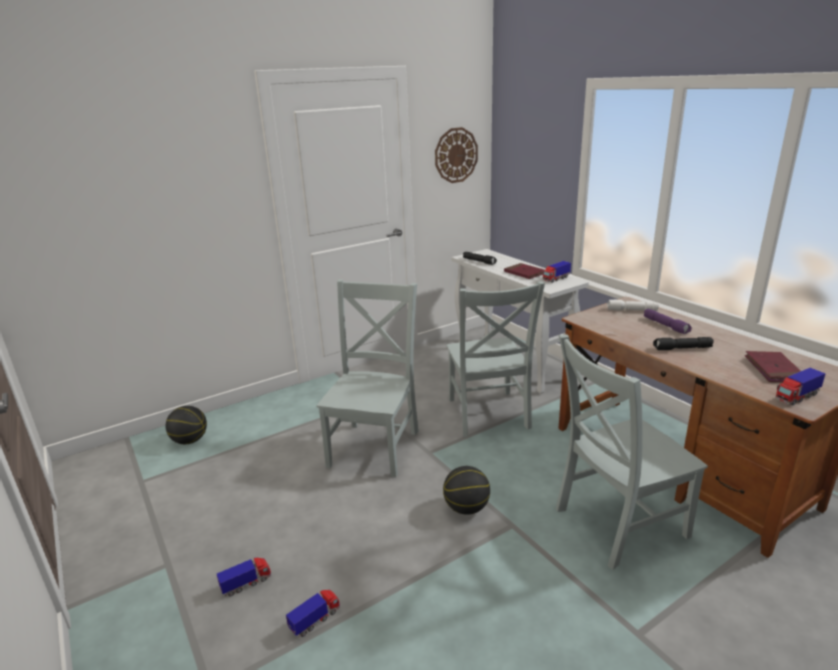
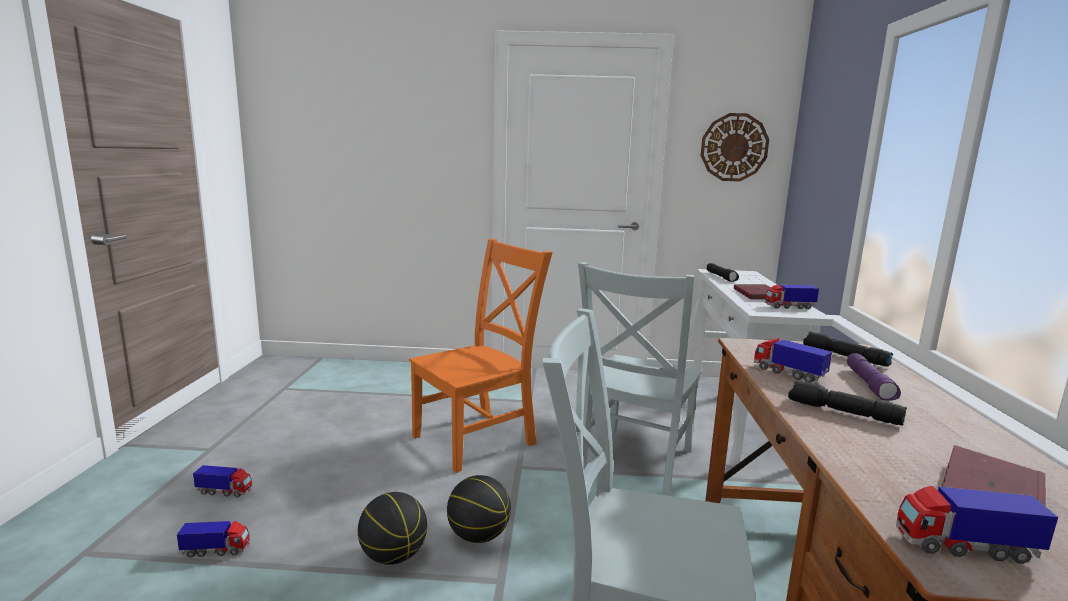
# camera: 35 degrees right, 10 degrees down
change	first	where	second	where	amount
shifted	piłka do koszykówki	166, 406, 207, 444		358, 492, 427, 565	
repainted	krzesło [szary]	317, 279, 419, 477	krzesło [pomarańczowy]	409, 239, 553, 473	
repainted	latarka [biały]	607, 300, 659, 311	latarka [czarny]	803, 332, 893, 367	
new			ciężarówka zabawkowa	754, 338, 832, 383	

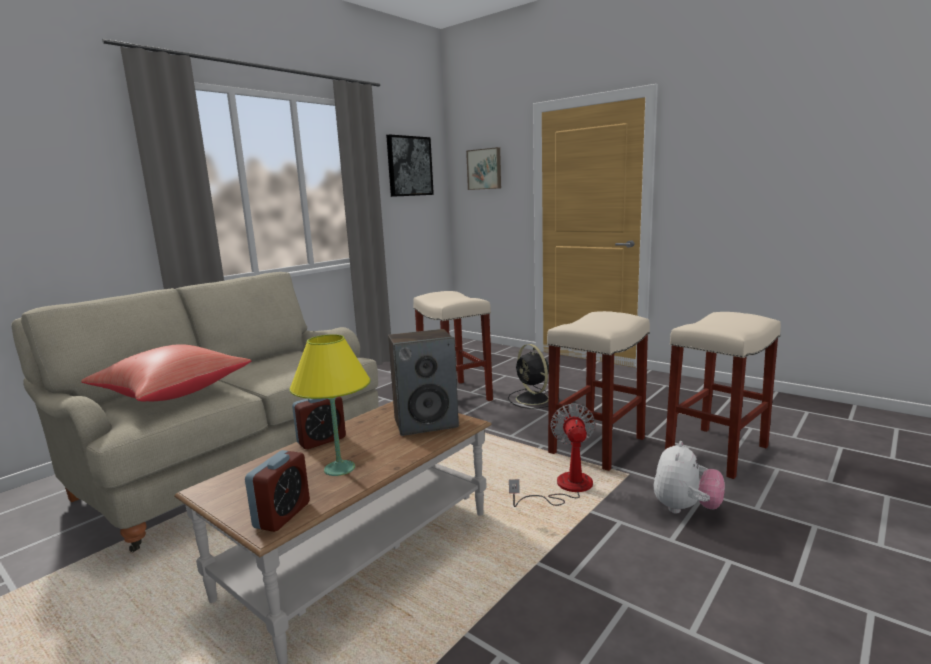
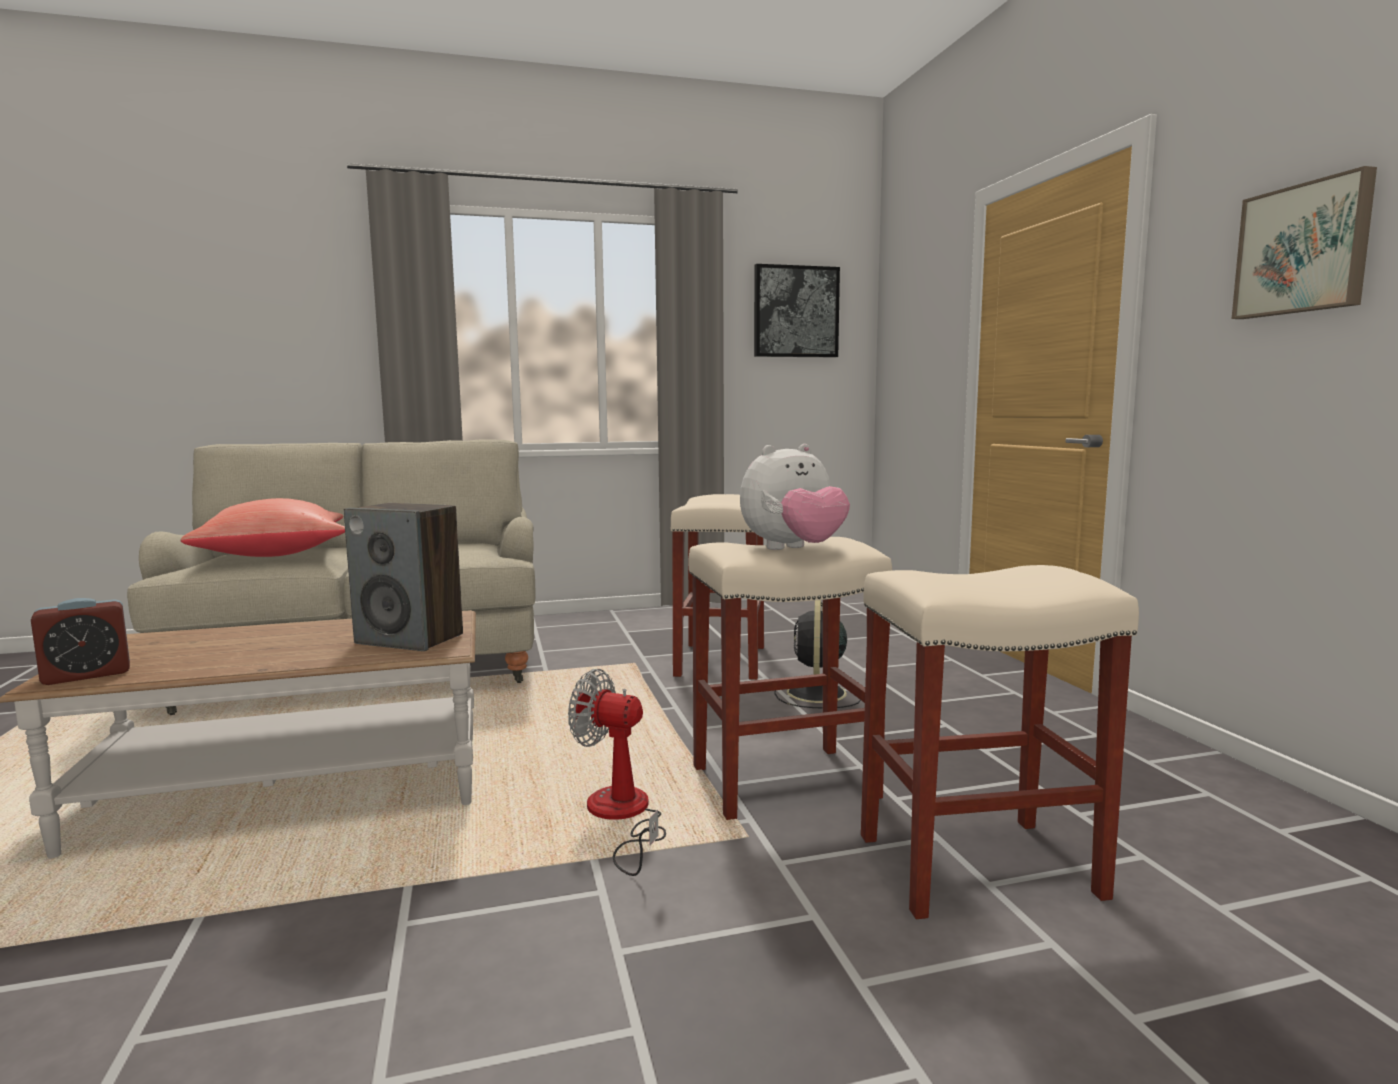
# camera: 35 degrees right, 5 degrees down
change	first	where	second	where	amount
gone	lampa stołowa [żółty]	289, 334, 370, 476			
gone	budzik	292, 396, 346, 449			
shifted	obraz	466, 147, 501, 190		1232, 166, 1377, 319	
rotated	wentylator	509, 403, 595, 507		568, 669, 666, 876	105 degrees counterclockwise
shifted	pluszak	654, 441, 725, 514		740, 444, 850, 550	

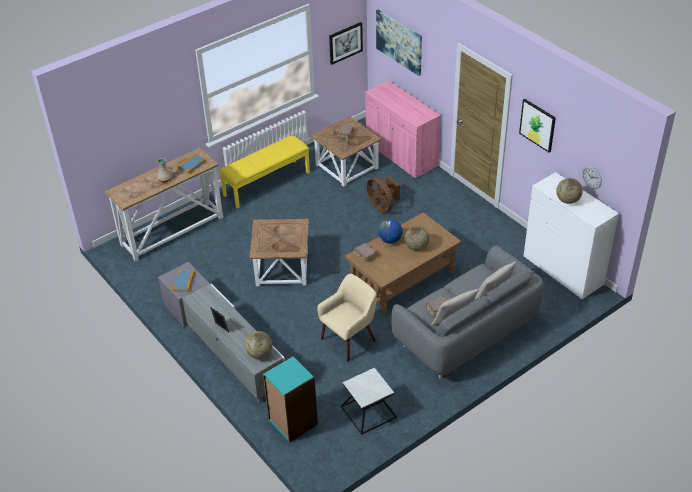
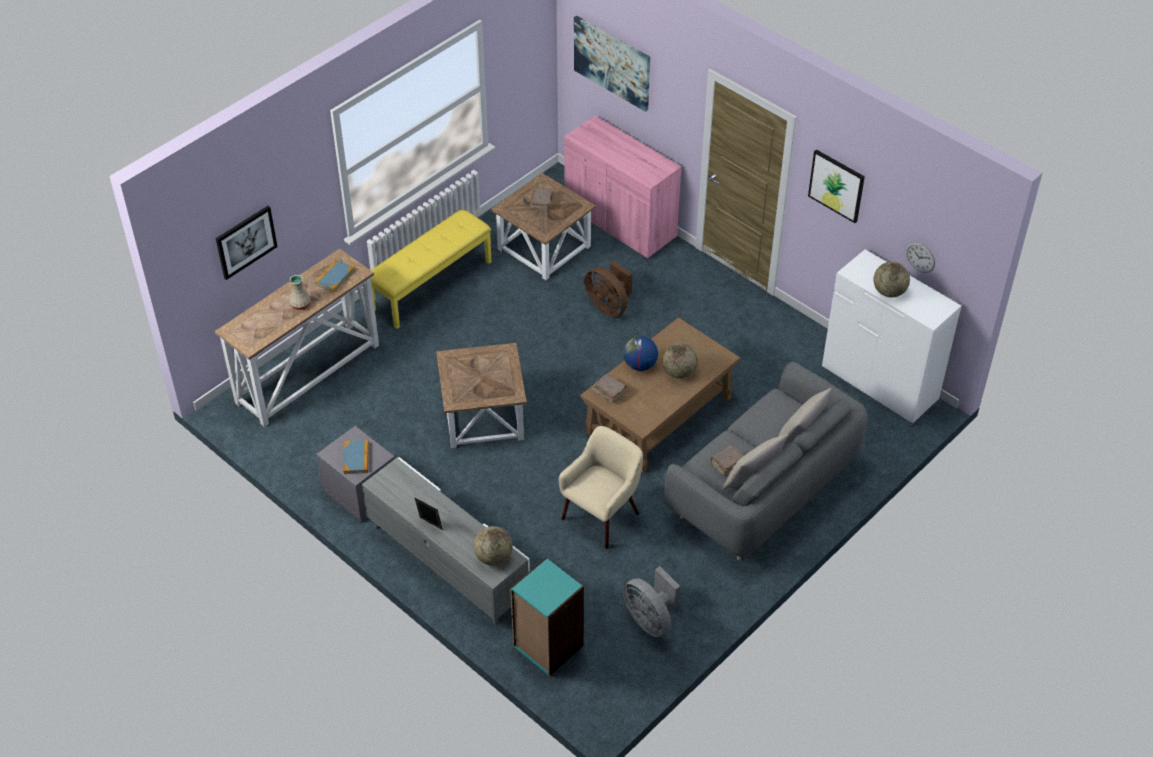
# camera: 10 degrees left, 5 degrees up
change	first	where	second	where	amount
shifted	obraz	329, 22, 363, 65		216, 206, 277, 280	
swapped	stolik	341, 368, 397, 435	wentylator [szary]	623, 566, 680, 637	

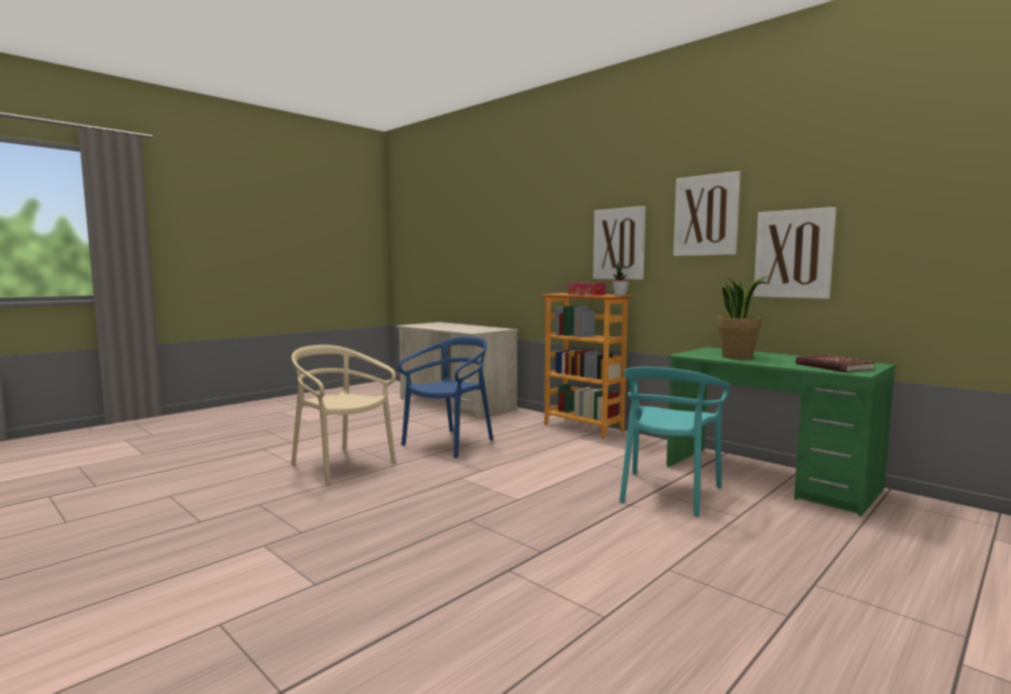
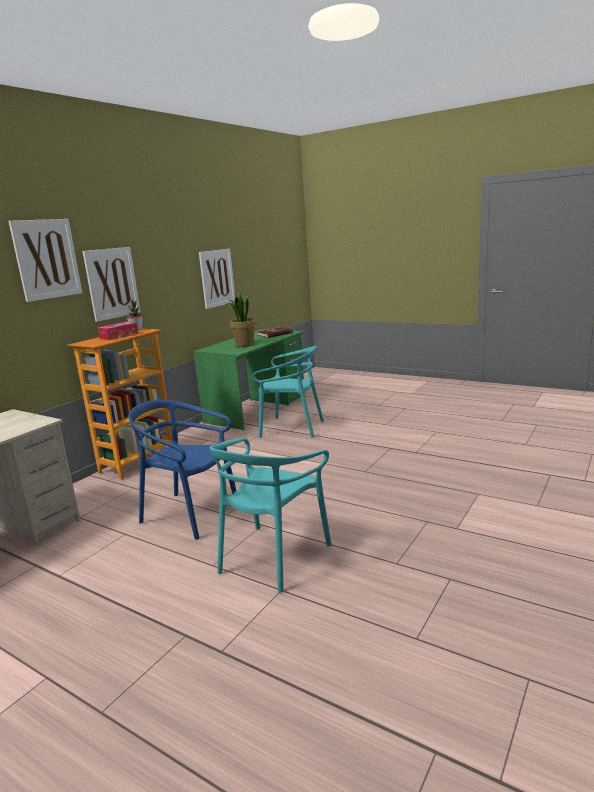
# camera: 100 degrees left, 10 degrees up
change	first	where	second	where	amount
repainted	krzesło [beżowy]	291, 345, 396, 484	krzesło [turkusowy]	210, 438, 332, 592	
shifted	obraz	673, 171, 741, 256		9, 219, 82, 302	

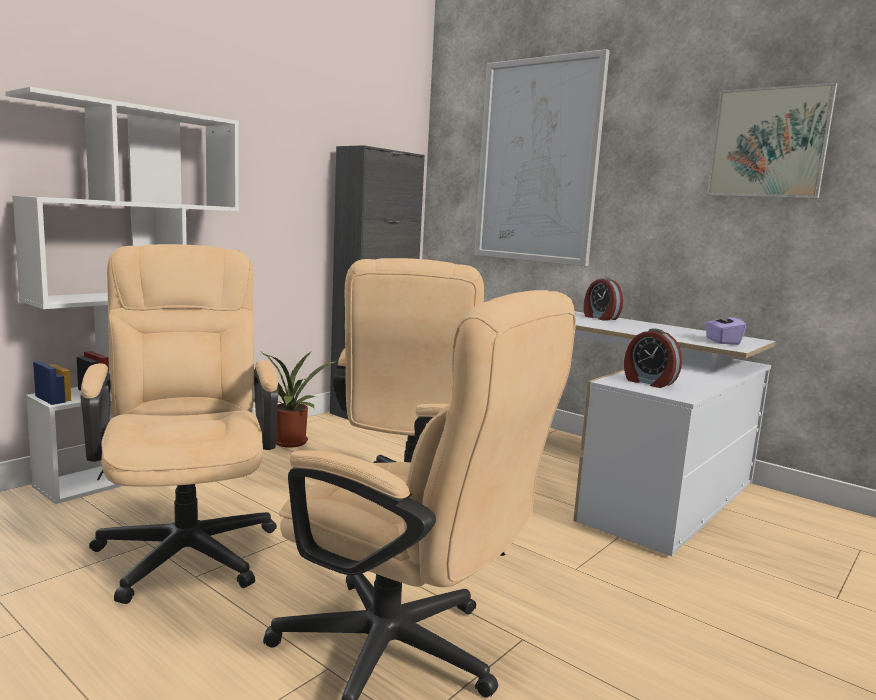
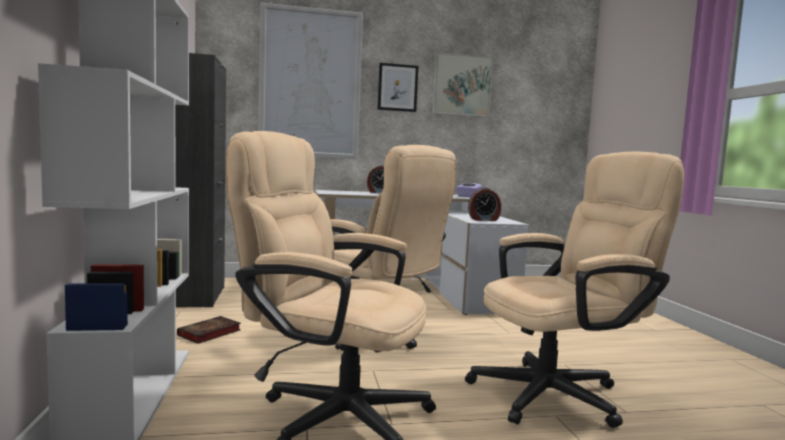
# camera: 50 degrees left, 5 degrees down
change	first	where	second	where	amount
swapped	roślina doniczkowa	253, 351, 338, 448	książka	177, 316, 241, 344	
new			obraz	378, 63, 419, 112	

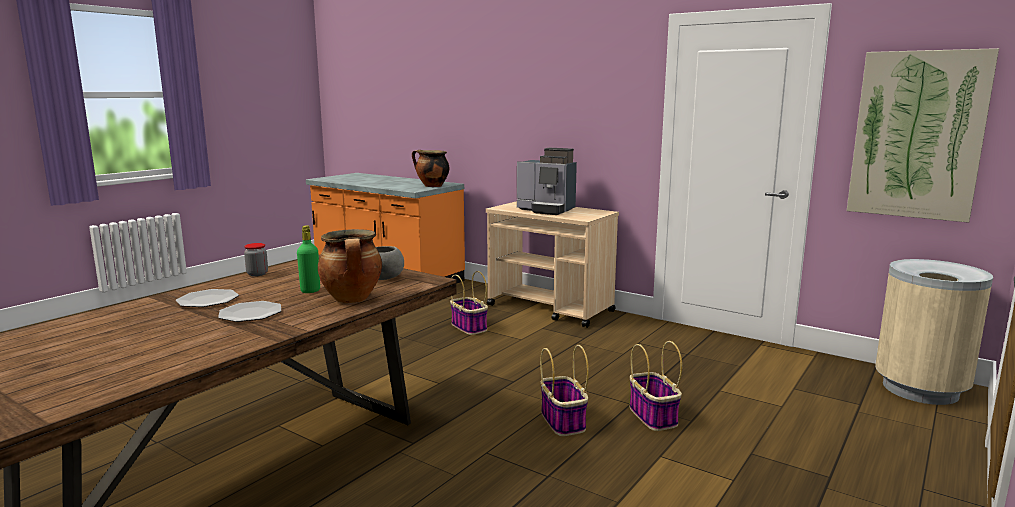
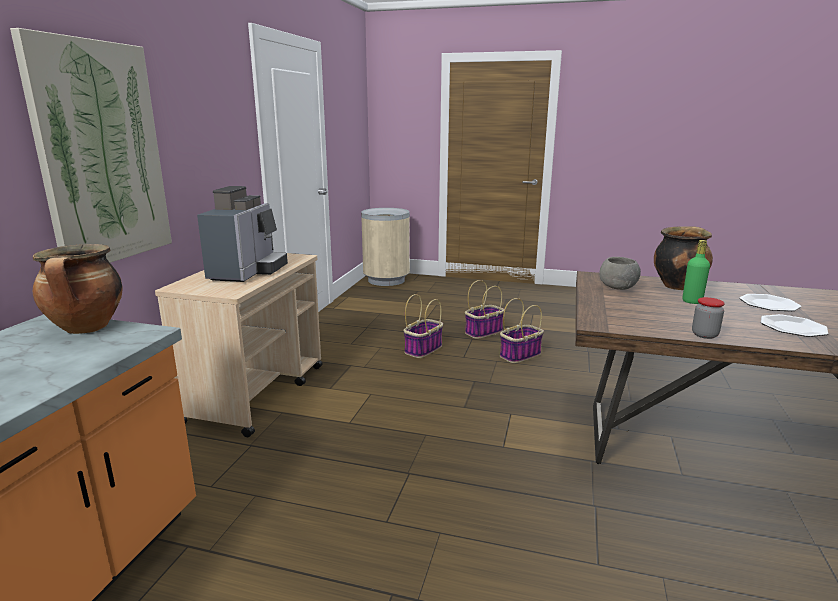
# camera: 110 degrees left, 5 degrees up
change	first	where	second	where	amount
shifted	koszyk	450, 271, 488, 335		403, 294, 443, 358	
shifted	obraz	847, 48, 999, 223		10, 28, 172, 263	

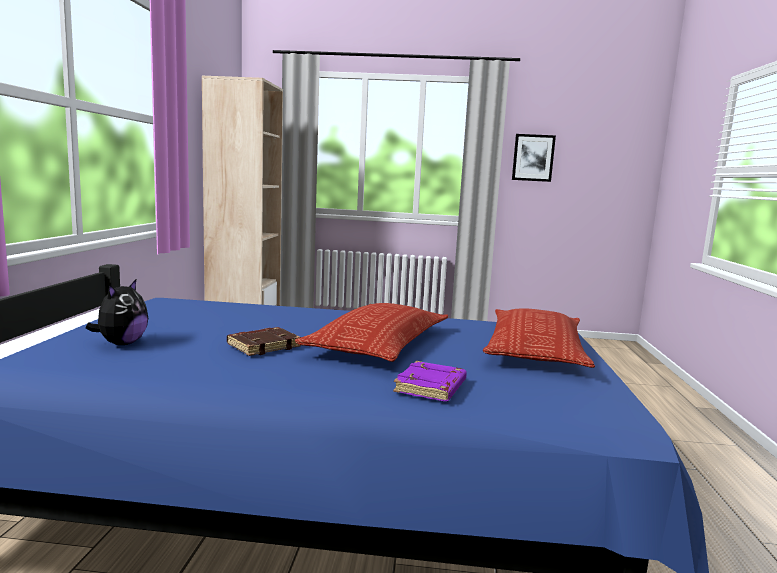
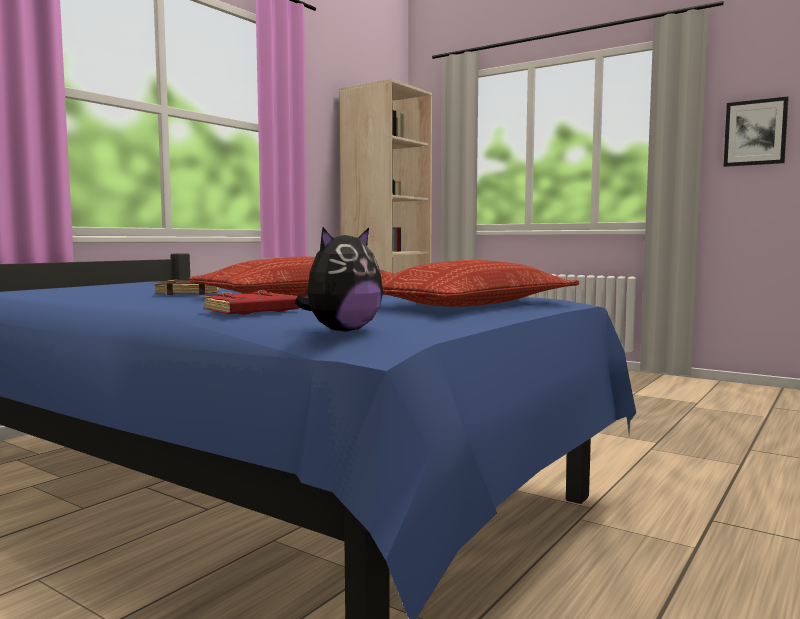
# camera: 30 degrees right, 5 degrees down
change	first	where	second	where	amount
shifted	pluszak	86, 280, 148, 345		295, 227, 383, 332	
repainted	książka [fioletowy]	393, 361, 467, 401	książka [czerwony]	203, 290, 300, 315	

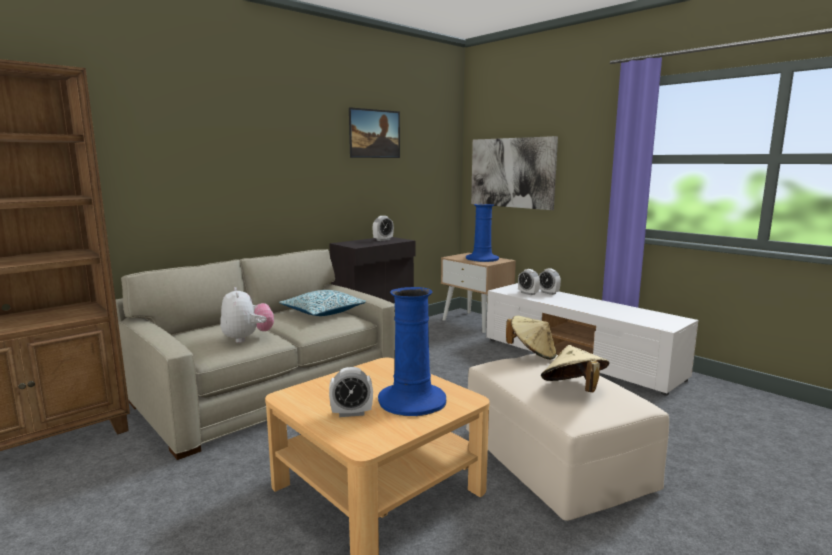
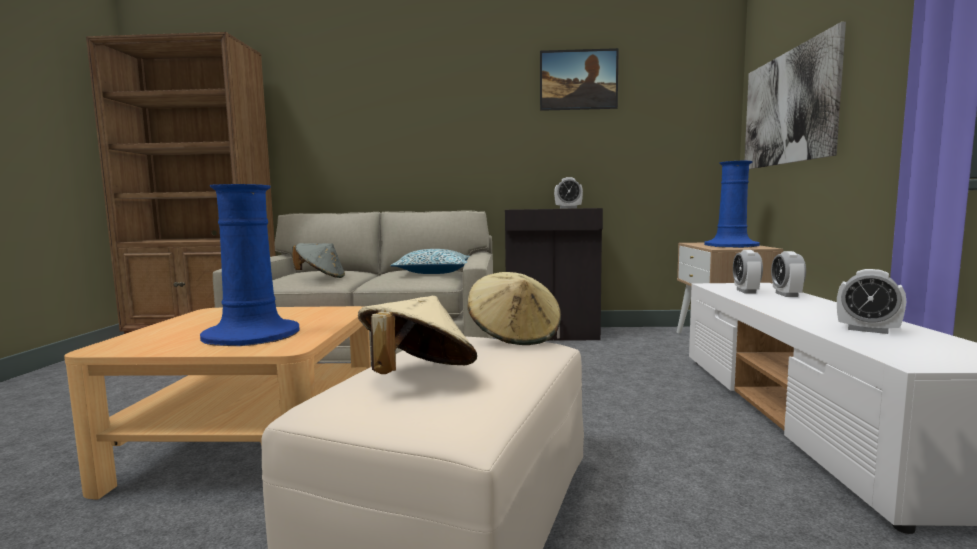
# camera: 45 degrees right, 5 degrees down
change	first	where	second	where	amount
swapped	pluszak	220, 287, 274, 343	kapelusz [szary]	292, 243, 345, 278	
shifted	budzik	329, 367, 373, 417		837, 269, 906, 334	

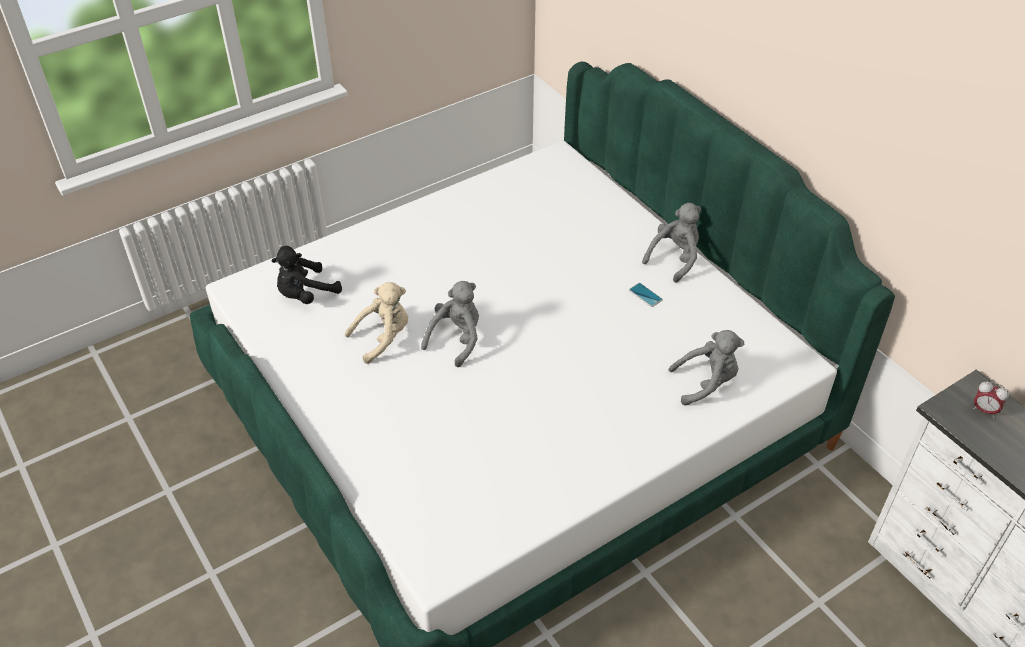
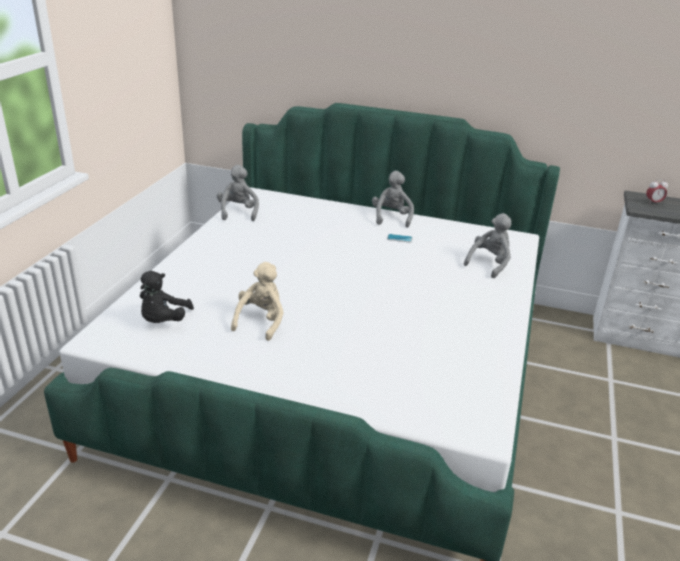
# camera: 40 degrees left, 15 degrees down
change	first	where	second	where	amount
shifted	pluszak [szary]	421, 281, 479, 367		217, 165, 259, 221	

